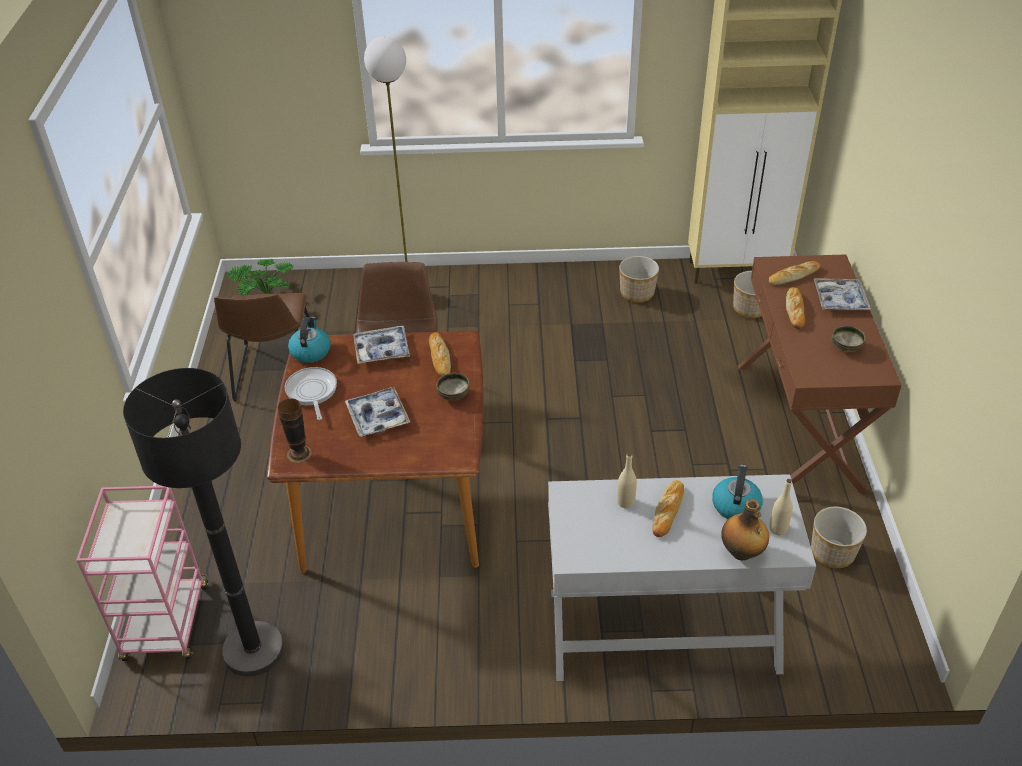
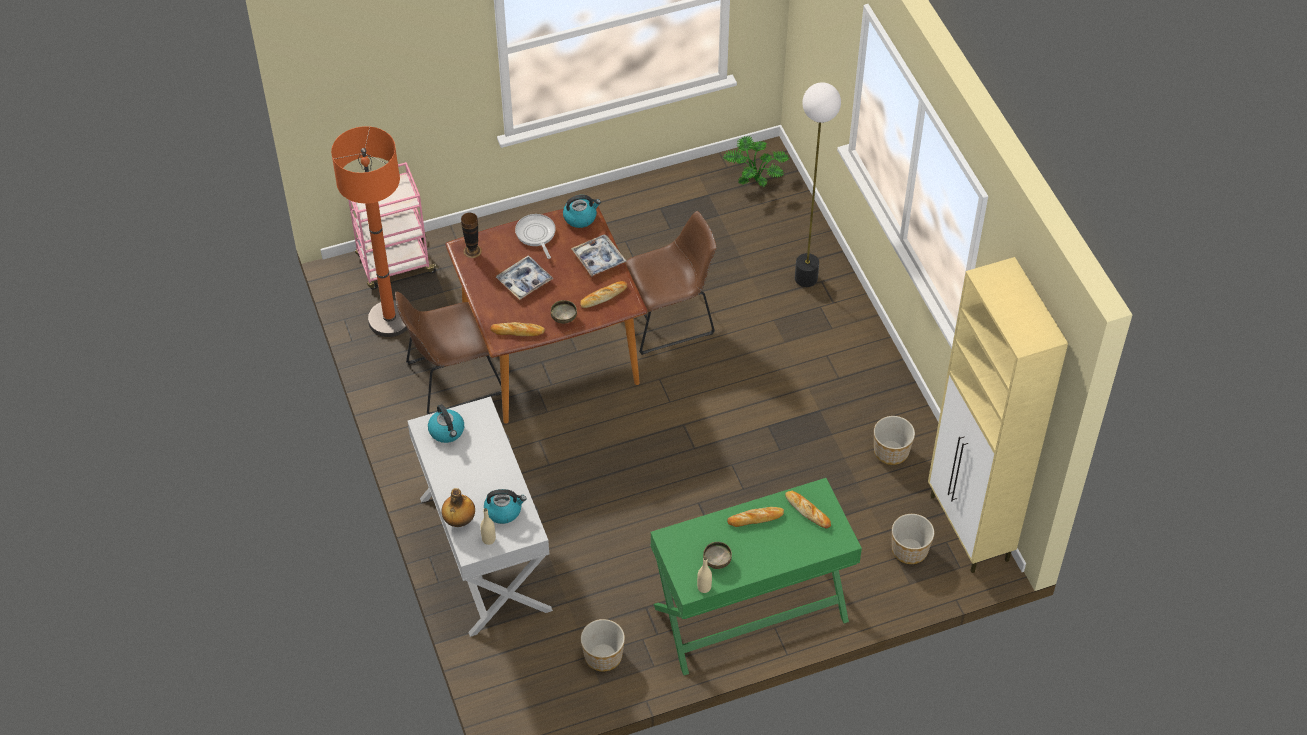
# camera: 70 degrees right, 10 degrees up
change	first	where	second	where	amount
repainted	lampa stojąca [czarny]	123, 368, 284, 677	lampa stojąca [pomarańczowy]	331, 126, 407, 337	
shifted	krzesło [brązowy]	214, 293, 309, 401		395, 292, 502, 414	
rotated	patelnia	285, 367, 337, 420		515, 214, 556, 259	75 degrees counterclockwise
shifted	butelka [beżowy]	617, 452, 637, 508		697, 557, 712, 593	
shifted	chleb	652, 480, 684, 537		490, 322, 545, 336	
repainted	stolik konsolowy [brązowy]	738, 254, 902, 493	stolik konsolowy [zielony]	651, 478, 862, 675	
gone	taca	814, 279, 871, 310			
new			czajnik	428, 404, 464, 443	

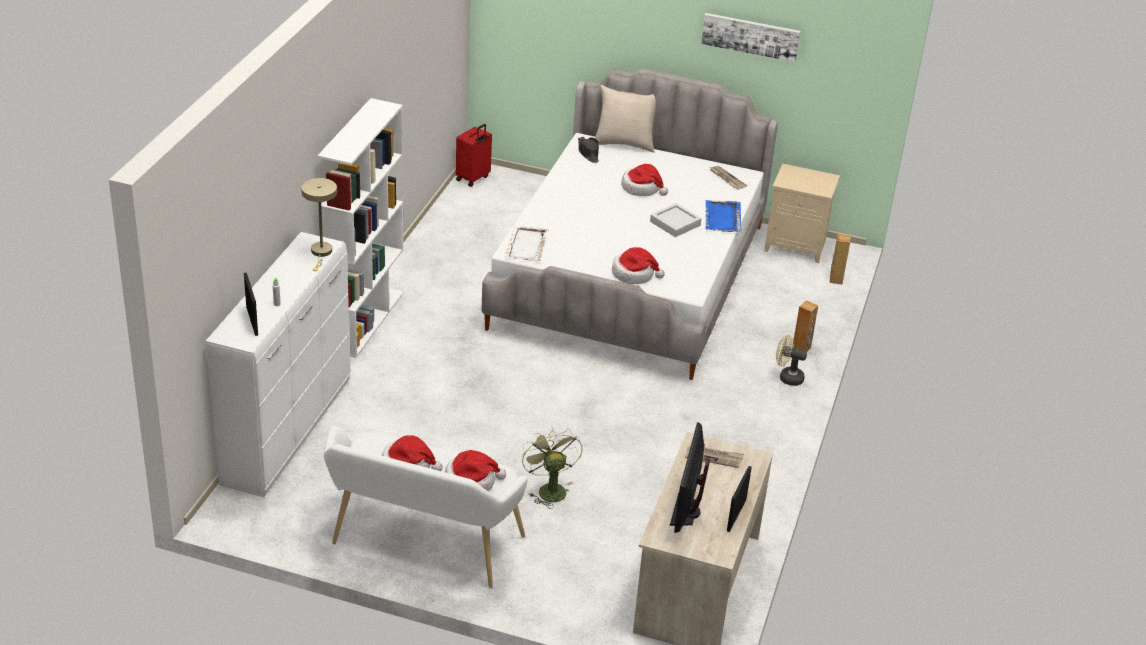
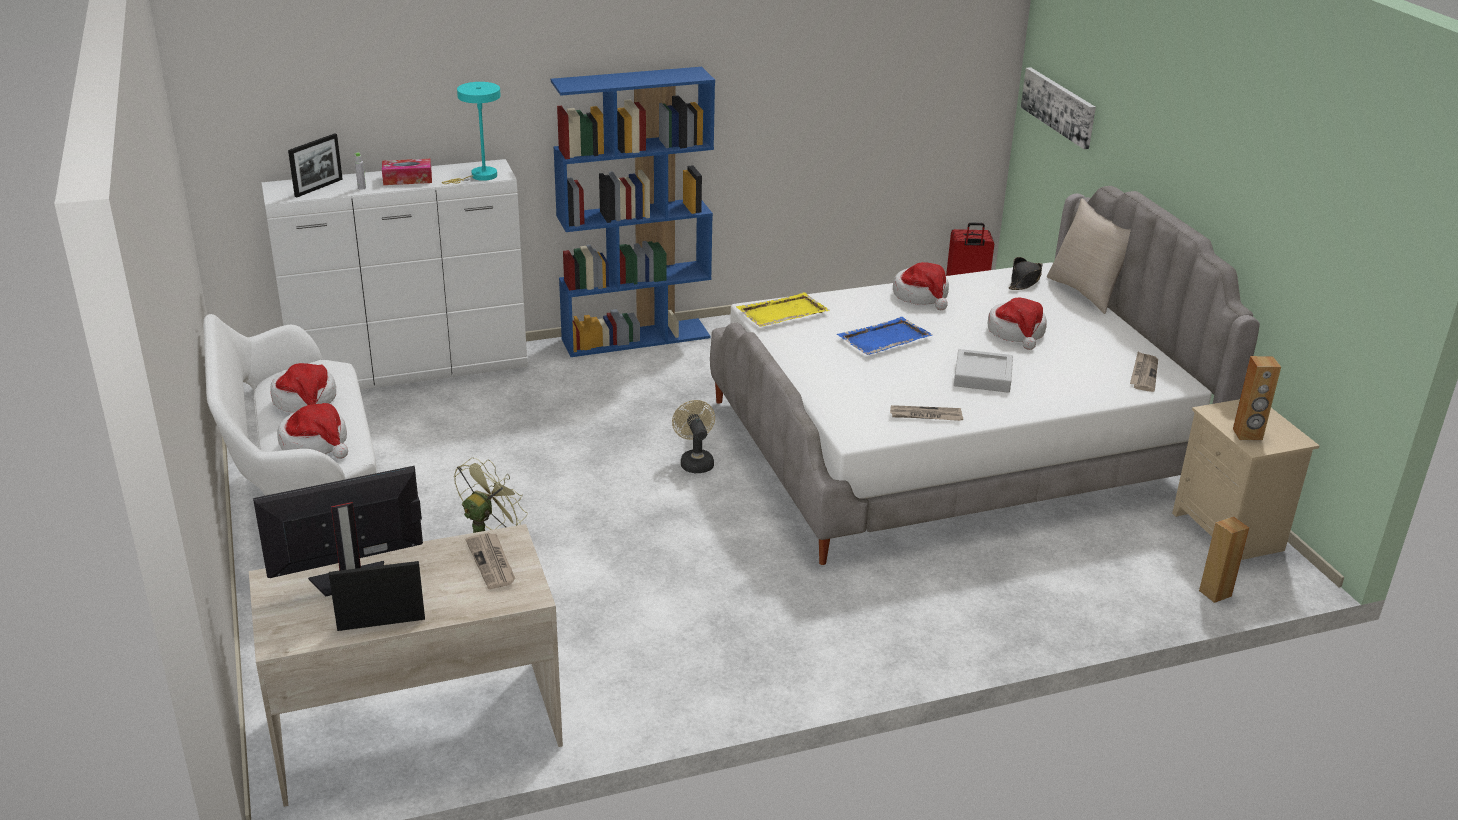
# camera: 55 degrees right, 5 degrees down
change	first	where	second	where	amount
repainted	lampa stołowa [beżowy]	301, 178, 337, 271	lampa stołowa [turkusowy]	442, 82, 501, 184	
repainted	regał [biały]	317, 98, 403, 358	regał [niebieski]	551, 67, 715, 357	
repainted	taca [biały]	504, 226, 550, 261	taca [żółty]	736, 292, 830, 327	
shifted	kapelusz	612, 247, 665, 284		893, 262, 949, 310	
shifted	obraz	701, 13, 800, 62		1021, 67, 1096, 149	
shifted	taca [niebieski]	705, 200, 741, 232		837, 317, 933, 355	
shifted	wentylator [beżowy]	776, 335, 807, 386		672, 400, 715, 473	
shifted	głośnik [brązowy]	793, 300, 818, 352		1233, 356, 1281, 441	
new			pudełko chusteczek	382, 159, 432, 185	
new			gazeta	890, 405, 963, 421	

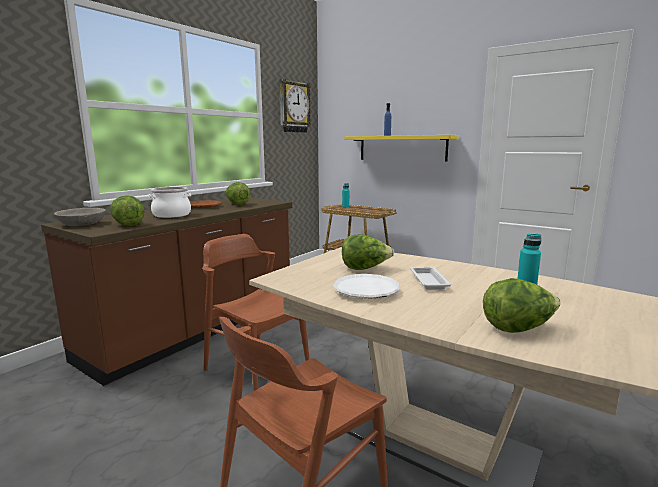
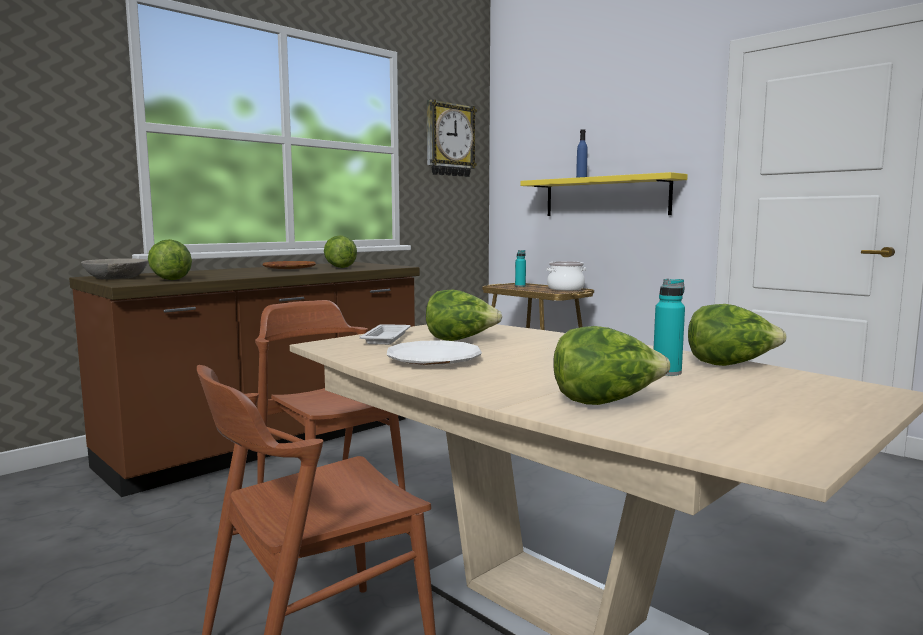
# camera: 10 degrees right, 5 degrees down
change	first	where	second	where	amount
shifted	garnek	148, 187, 191, 218		547, 261, 586, 290	
shifted	taca [biały]	410, 267, 451, 290		360, 324, 411, 345	
new			sałata	688, 304, 786, 366	

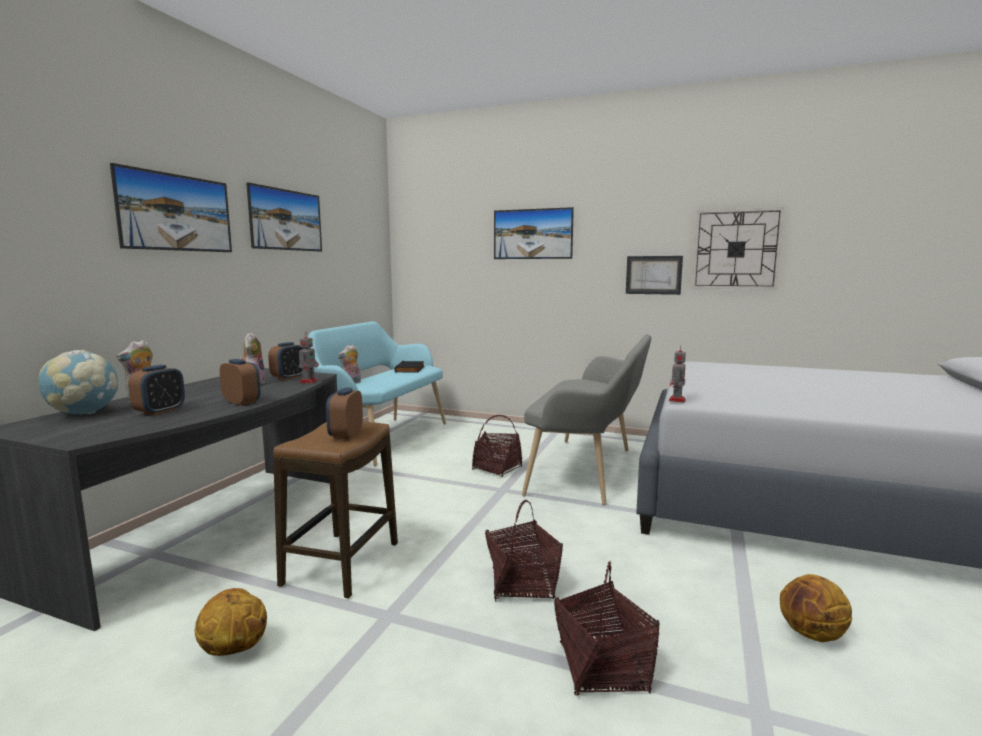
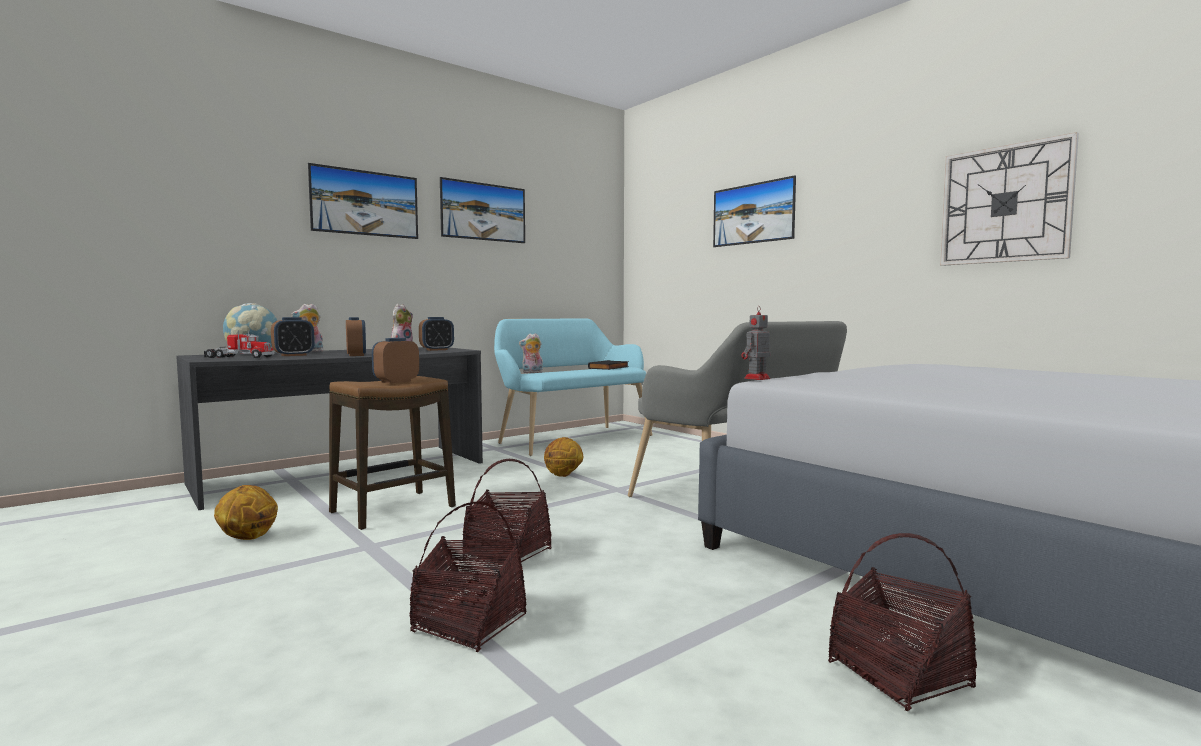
# camera: 30 degrees right, 5 degrees down
change	first	where	second	where	amount
gone	robot zabawkowy	299, 333, 319, 383			
shifted	koszyk	472, 415, 522, 477		828, 533, 977, 711	
gone	obraz	626, 256, 683, 295			
shifted	piłka do koszykówki	780, 574, 852, 642		544, 437, 583, 477	
new			ciężarówka zabawkowa	204, 330, 274, 358	

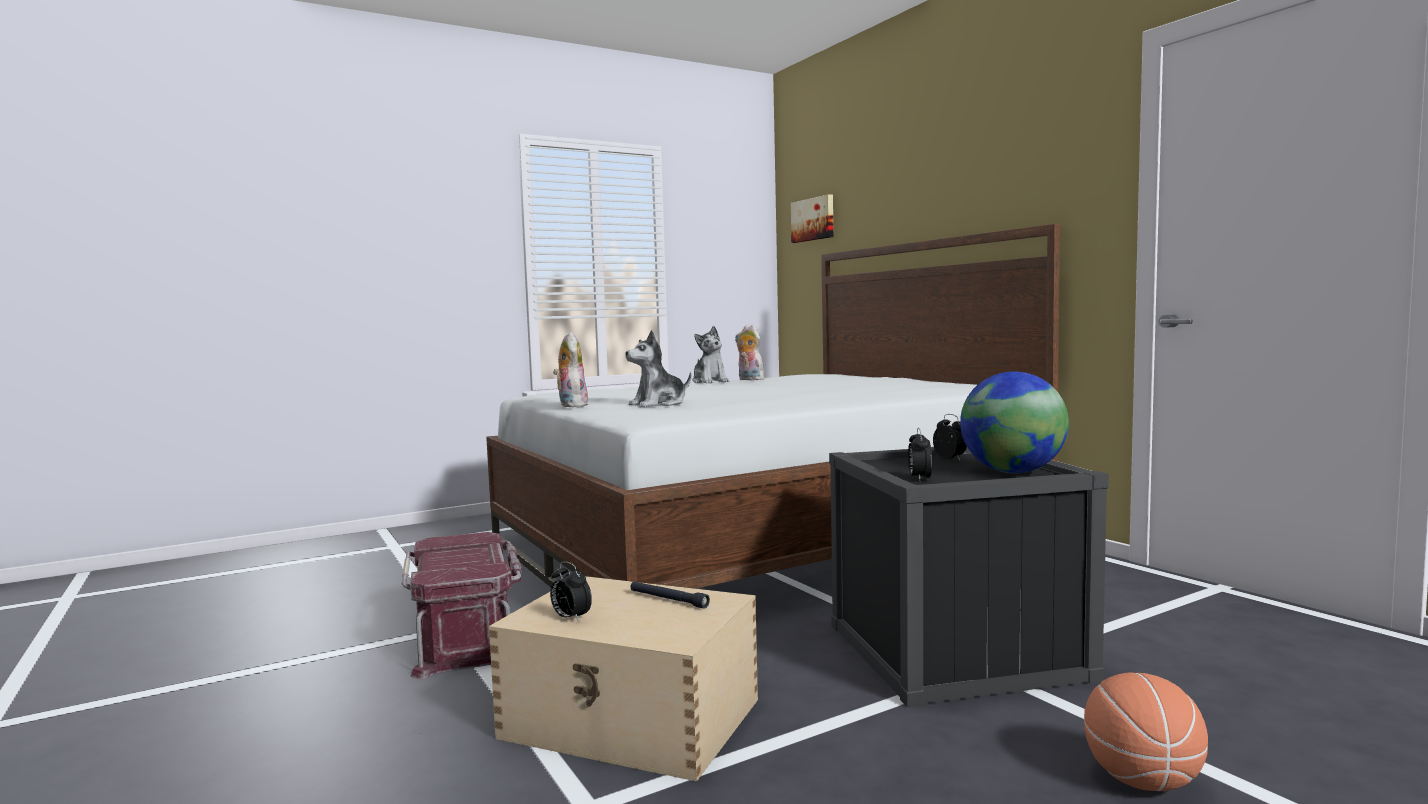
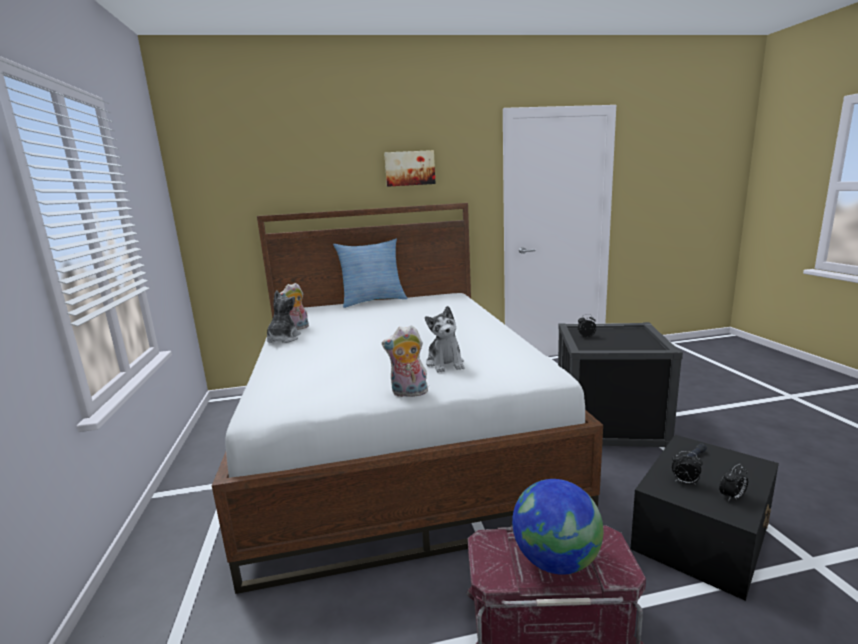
# camera: 70 degrees left, 10 degrees up
change	first	where	second	where	amount
repainted	pojemnik do przechowywania [beżowy]	489, 576, 758, 782	pojemnik do przechowywania [czarny]	630, 435, 779, 601	
rotated	pluszak	692, 326, 729, 383		267, 290, 301, 343	75 degrees counterclockwise
shifted	obraz	791, 194, 833, 243		384, 150, 436, 187	
shifted	budzik	908, 428, 932, 481		672, 451, 703, 485	
shifted	globus	960, 372, 1069, 473		512, 479, 603, 575	
gone	piłka do koszykówki	1084, 673, 1208, 791			
new			poduszka	333, 239, 407, 308	

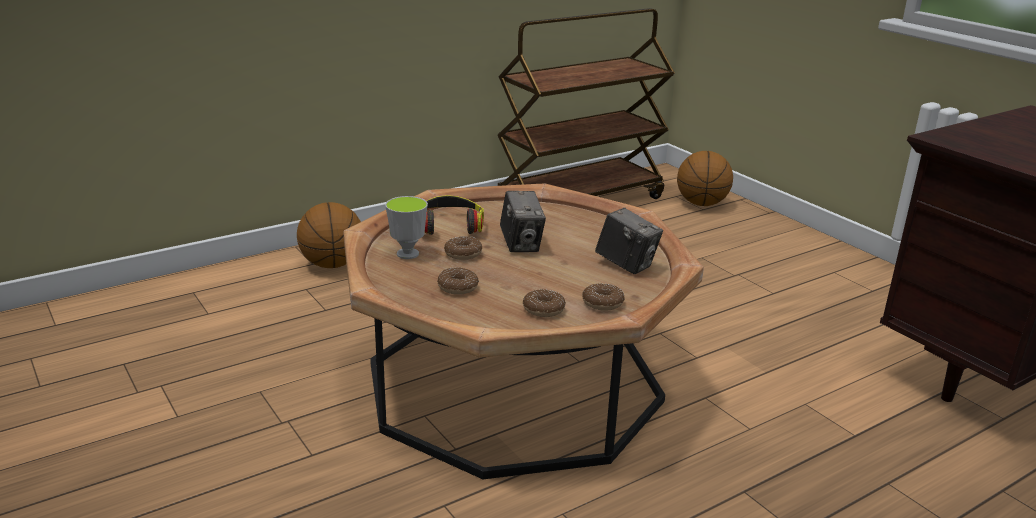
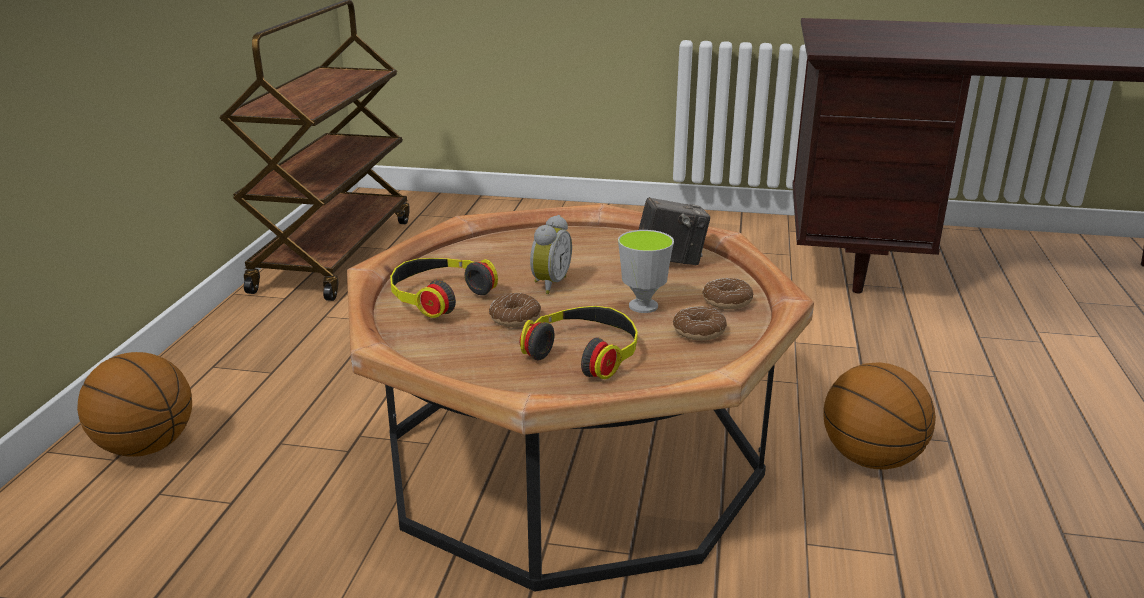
# camera: 45 degrees left, 0 degrees up
change	first	where	second	where	amount
shifted	filiżanka	385, 196, 428, 259		618, 230, 674, 313	
swapped	donut	437, 267, 479, 295	słuchawki	520, 306, 638, 379	
swapped	aparat fotograficzny	500, 191, 546, 252	budzik	530, 215, 572, 294	
shifted	piłka do koszykówki	677, 151, 733, 206		823, 362, 936, 469	

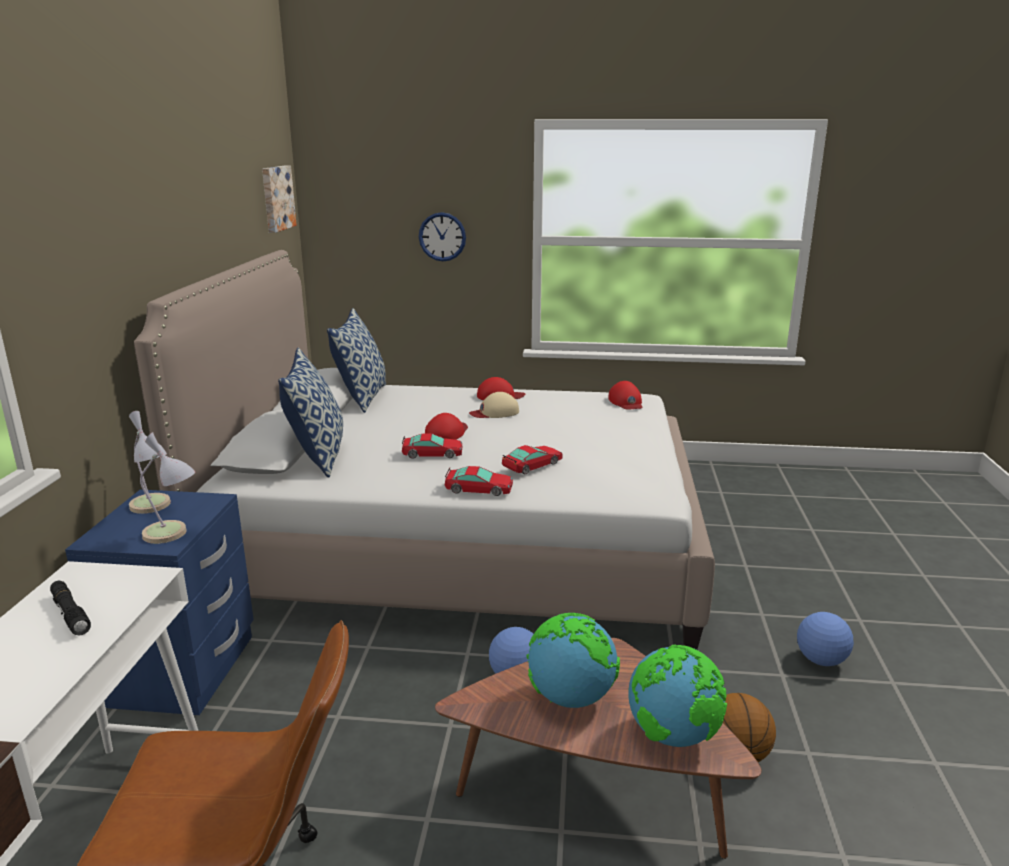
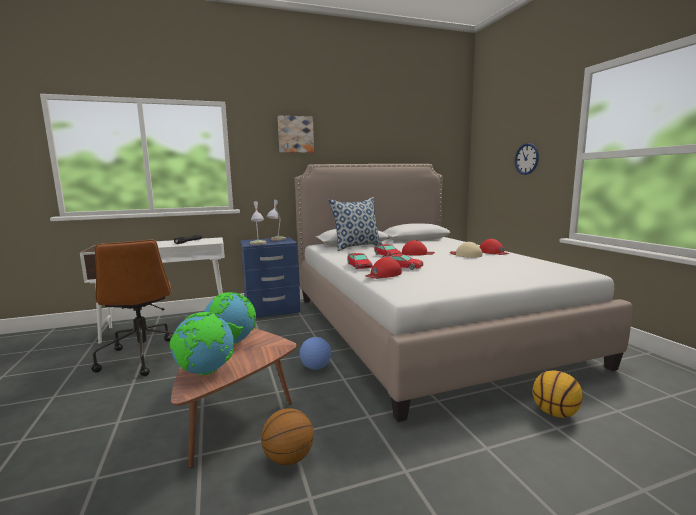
# camera: 65 degrees right, 10 degrees down
change	first	where	second	where	amount
shifted	obraz	262, 166, 297, 233		278, 116, 314, 153	
gone	poduszka	327, 308, 386, 413			
shifted	czapka z daszkiem [czerwony]	609, 381, 643, 409		365, 257, 402, 279	
gone	piłka futbolowa	797, 612, 854, 666			
new			piłka do koszykówki	533, 370, 583, 418	

